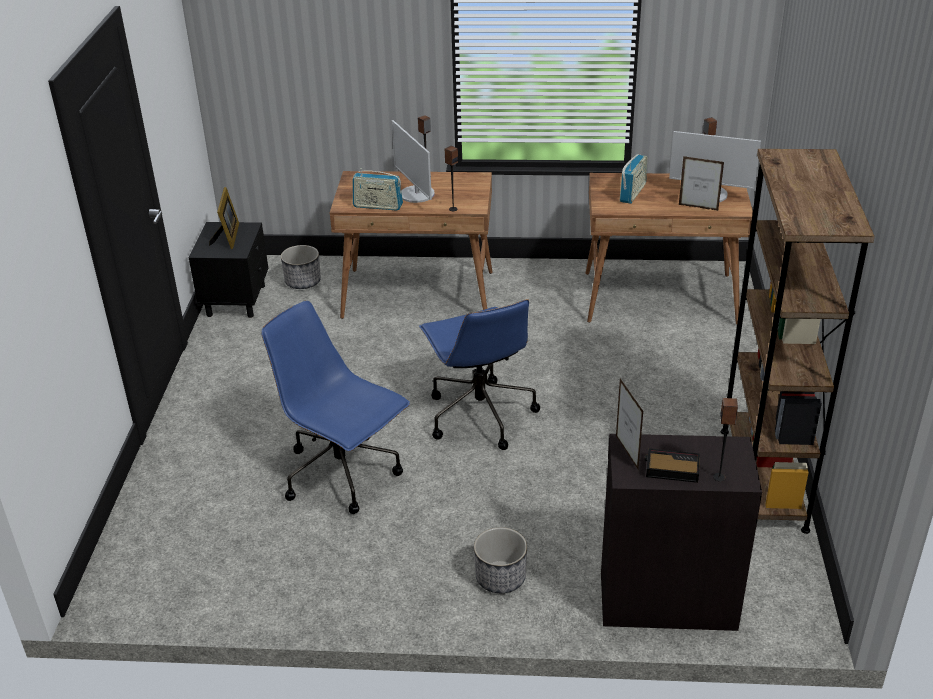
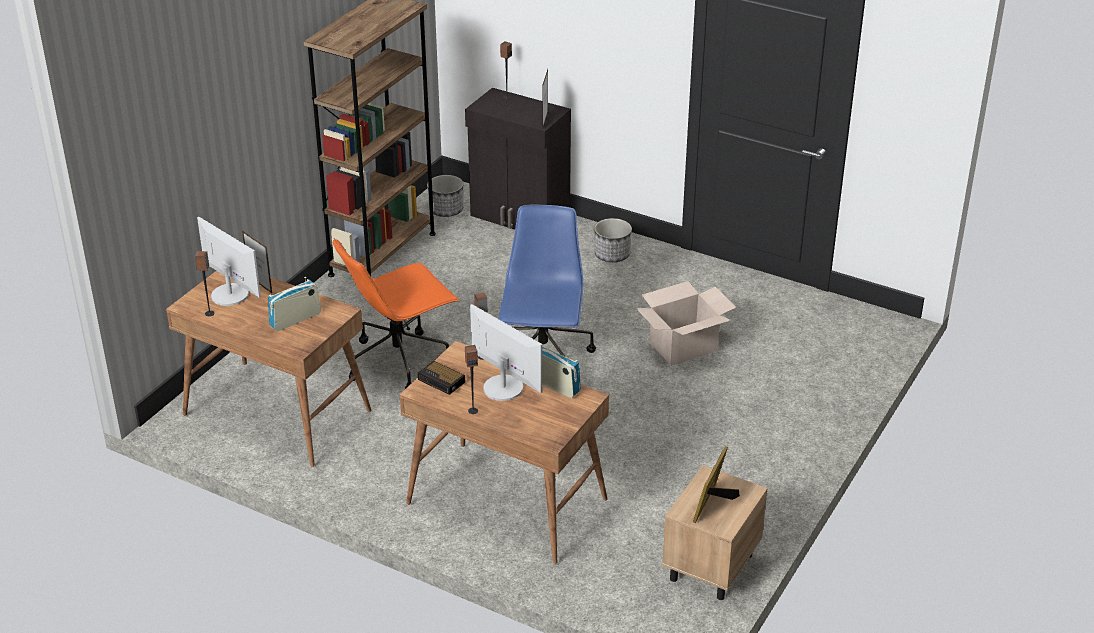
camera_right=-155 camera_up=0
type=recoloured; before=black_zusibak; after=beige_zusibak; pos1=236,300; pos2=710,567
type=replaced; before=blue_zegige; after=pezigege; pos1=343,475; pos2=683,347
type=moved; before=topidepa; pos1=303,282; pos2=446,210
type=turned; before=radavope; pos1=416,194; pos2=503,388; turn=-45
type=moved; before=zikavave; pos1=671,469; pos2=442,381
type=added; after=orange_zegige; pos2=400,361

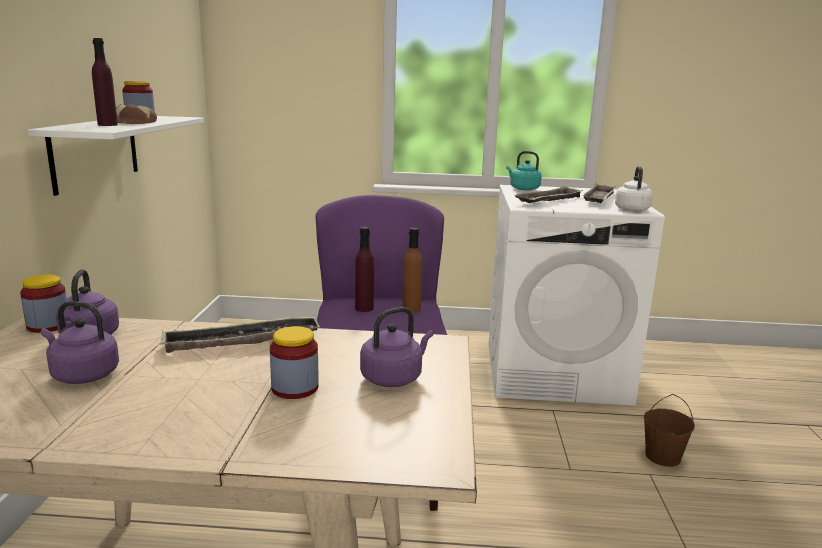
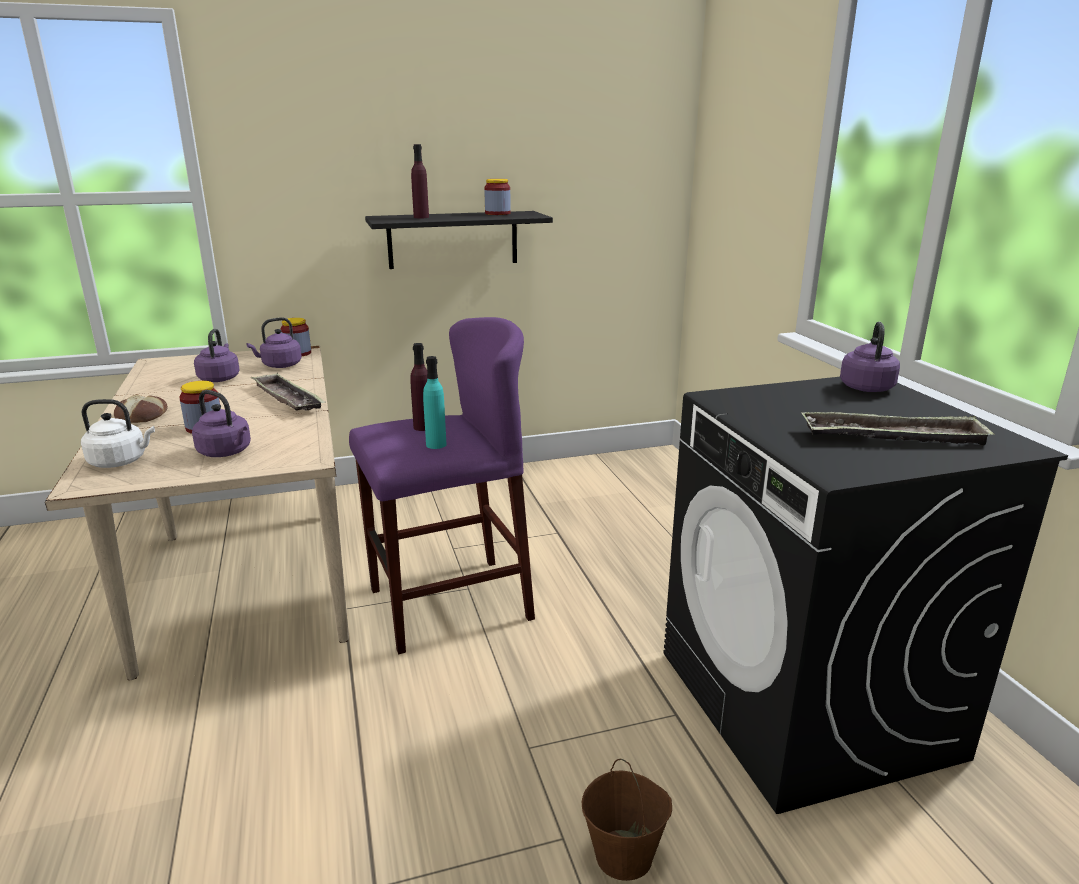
camera_right=70 camera_up=5
type=recoloured; before=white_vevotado; after=black_vevotado; pos1=95,152; pos2=453,239
type=moved; before=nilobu; pos1=135,122; pos2=143,416
type=recoloured; before=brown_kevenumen; after=turquoise_kevenumen; pos1=411,309; pos2=436,445
type=recoloured; before=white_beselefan; after=black_beselefan; pos1=555,372; pos2=806,704
type=recoloured; before=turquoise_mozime; after=purple_mozime; pos1=523,189; pos2=866,387
type=removed; before=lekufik; pos1=549,200
type=moved; before=white_mozime; pos1=631,209; pos2=121,461

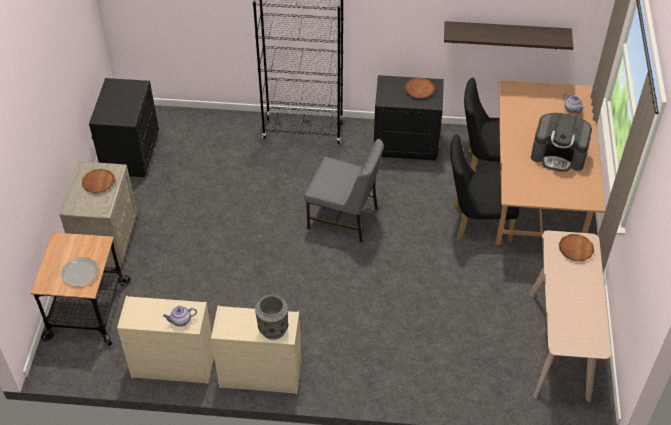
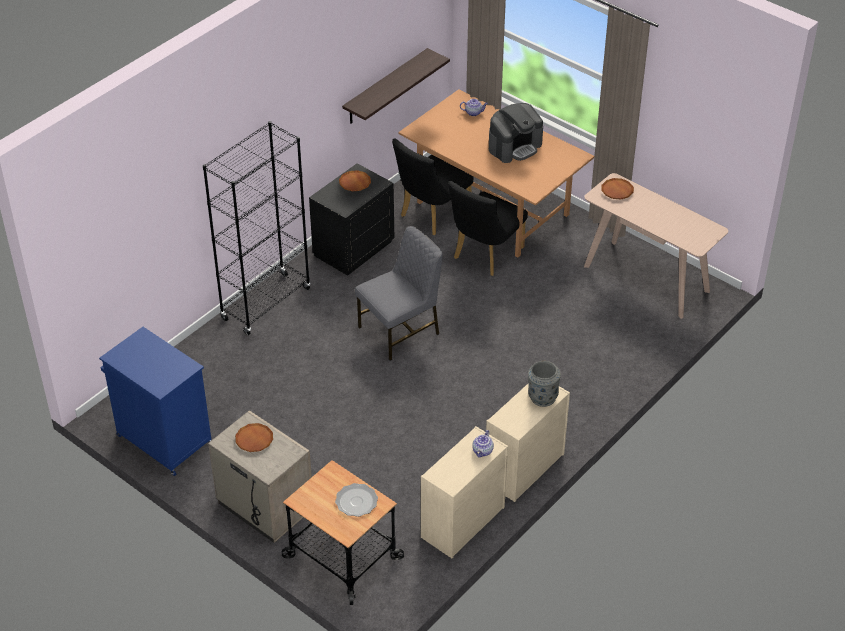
camera_right=-55 camera_up=-5
type=replaced; before=black_zusibak; after=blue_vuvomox; pos1=130,153; pos2=163,439

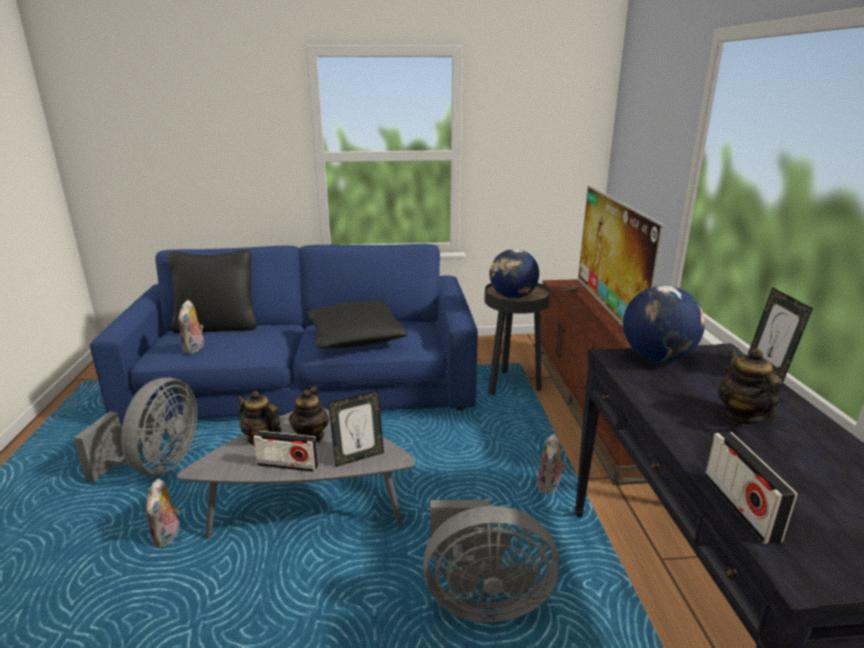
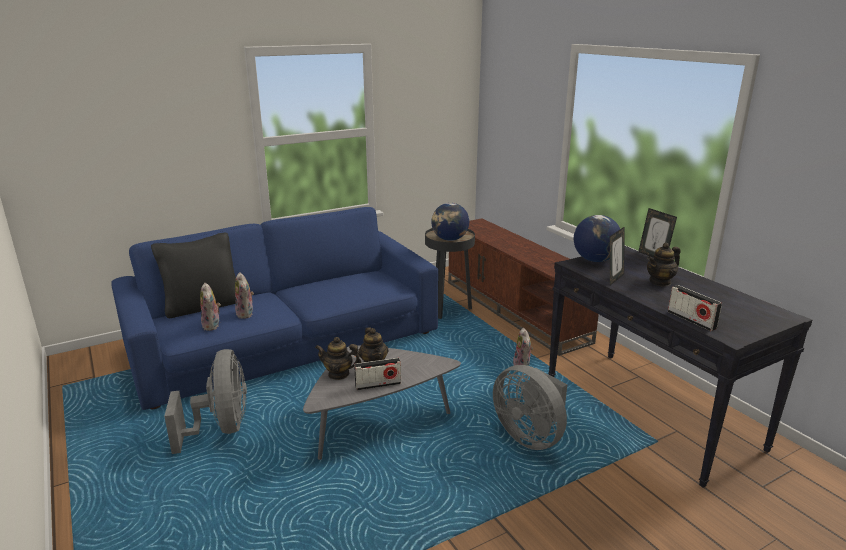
camera_right=-25 camera_up=0
type=moved; before=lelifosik; pos1=168,537; pos2=246,314
type=removed; before=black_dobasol; pos1=355,338
type=moved; before=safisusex; pos1=358,457; pos2=614,279
type=turned; before=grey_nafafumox; pos1=481,600; pos2=530,436; turn=75
type=removed; before=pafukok; pos1=607,319
type=turned; before=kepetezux; pos1=741,416; pos2=660,282; turn=-90

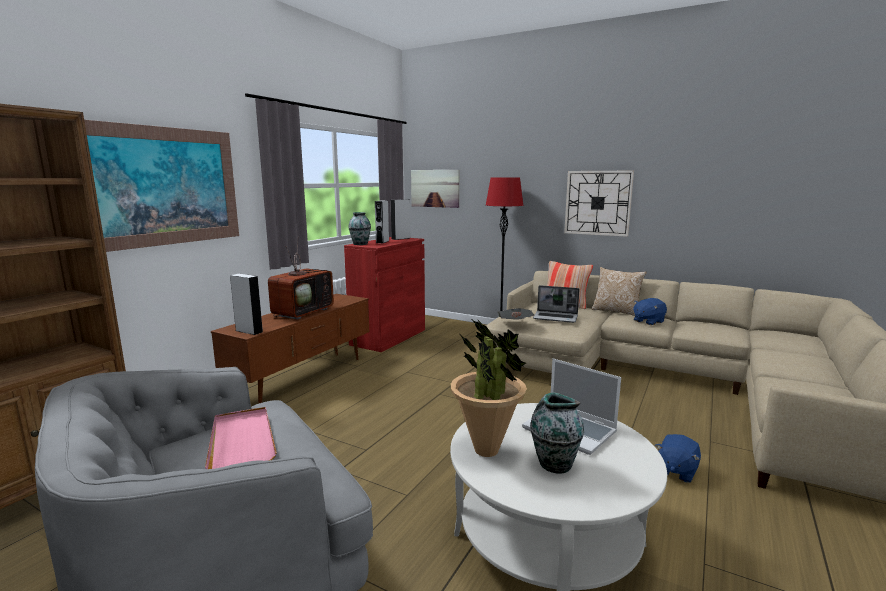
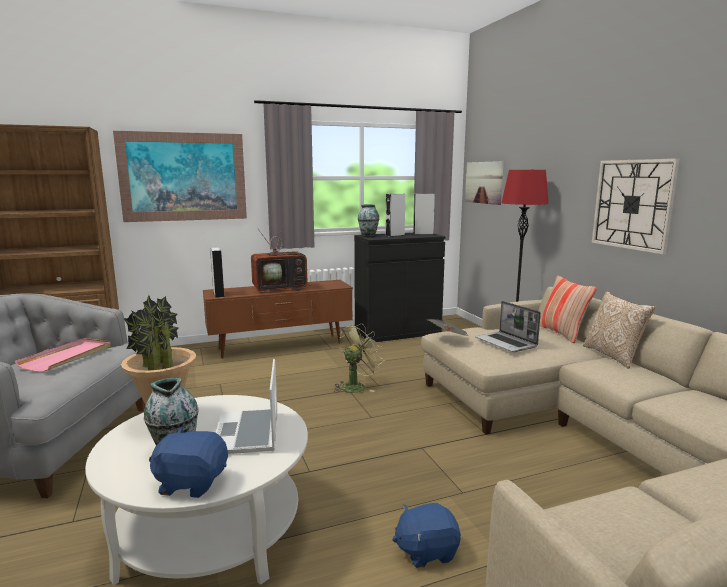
camera_right=40 camera_up=0
type=recoloured; before=red_vuvomox; after=black_vuvomox; pos1=388,337; pos2=397,332
type=moved; before=blue_lelifosik; pos1=648,321; pos2=191,482
type=added; after=green_nafafumox; pos2=356,386

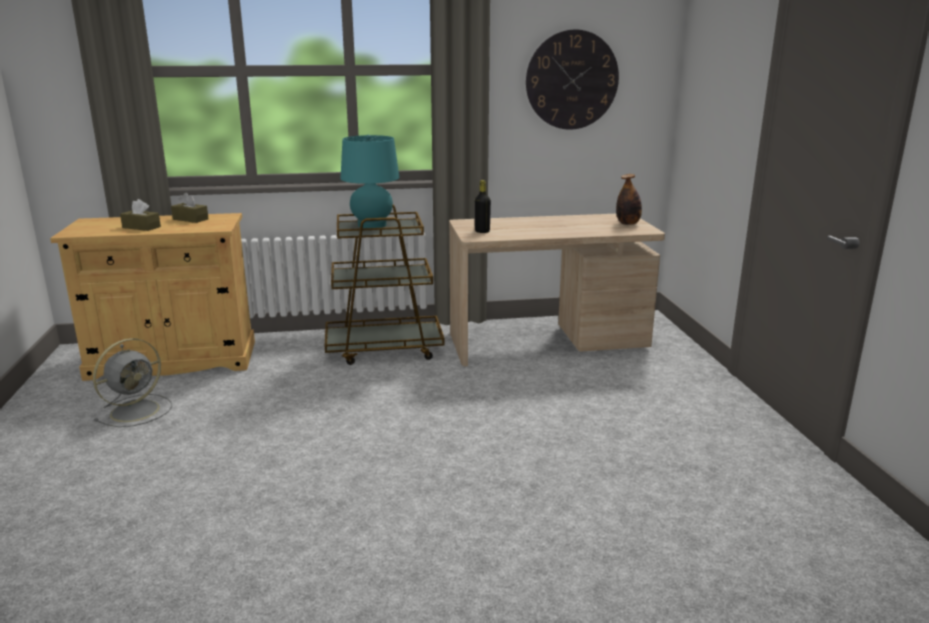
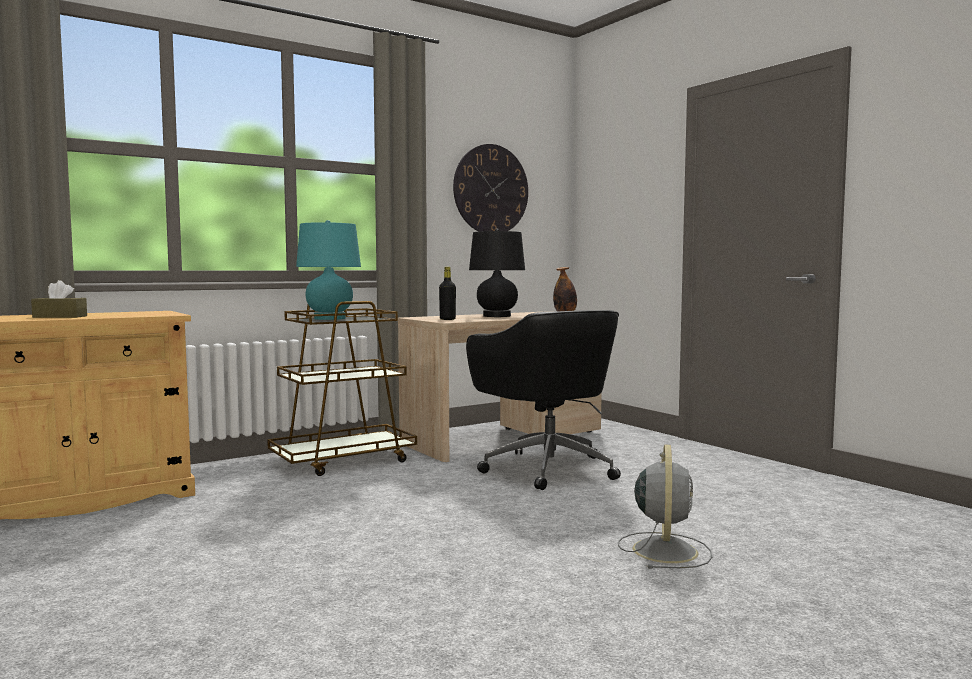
camera_right=-25 camera_up=-15
type=moved; before=grey_nafafumox; pos1=137,410; pos2=664,550
type=removed; before=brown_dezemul; pos1=190,219
type=added; after=black_zegige; pos2=547,468
type=added; after=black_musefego; pos2=497,316

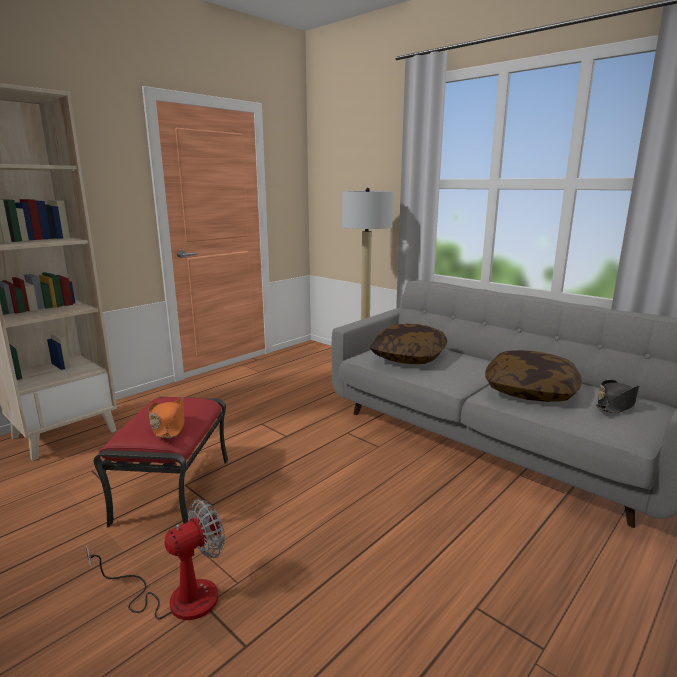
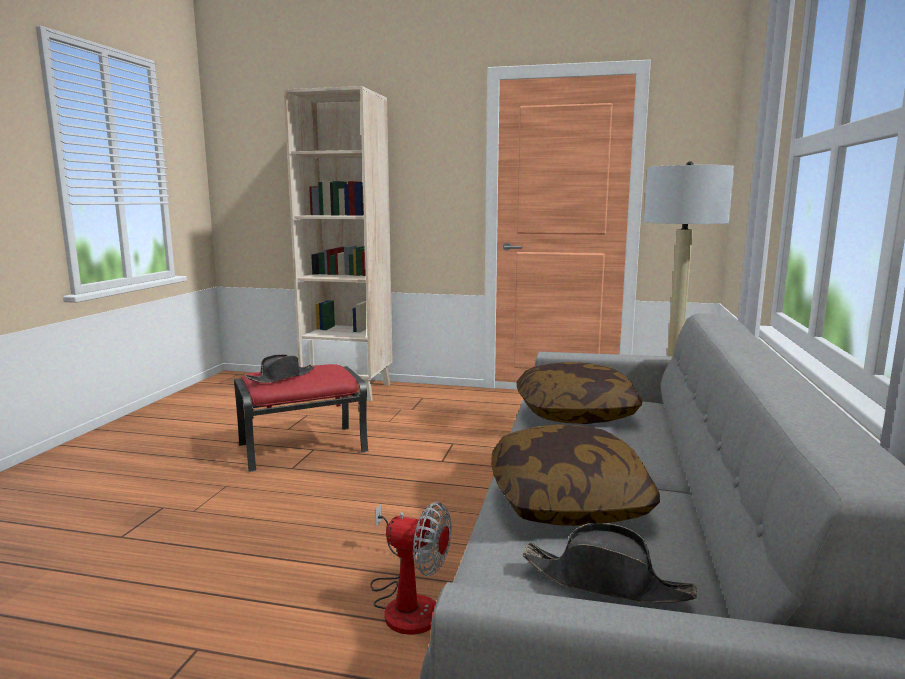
camera_right=60 camera_up=-5
type=moved; before=nafafumox; pos1=177,597; pos2=406,602
type=recoloured; before=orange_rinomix; after=black_rinomix; pos1=168,425; pos2=281,377

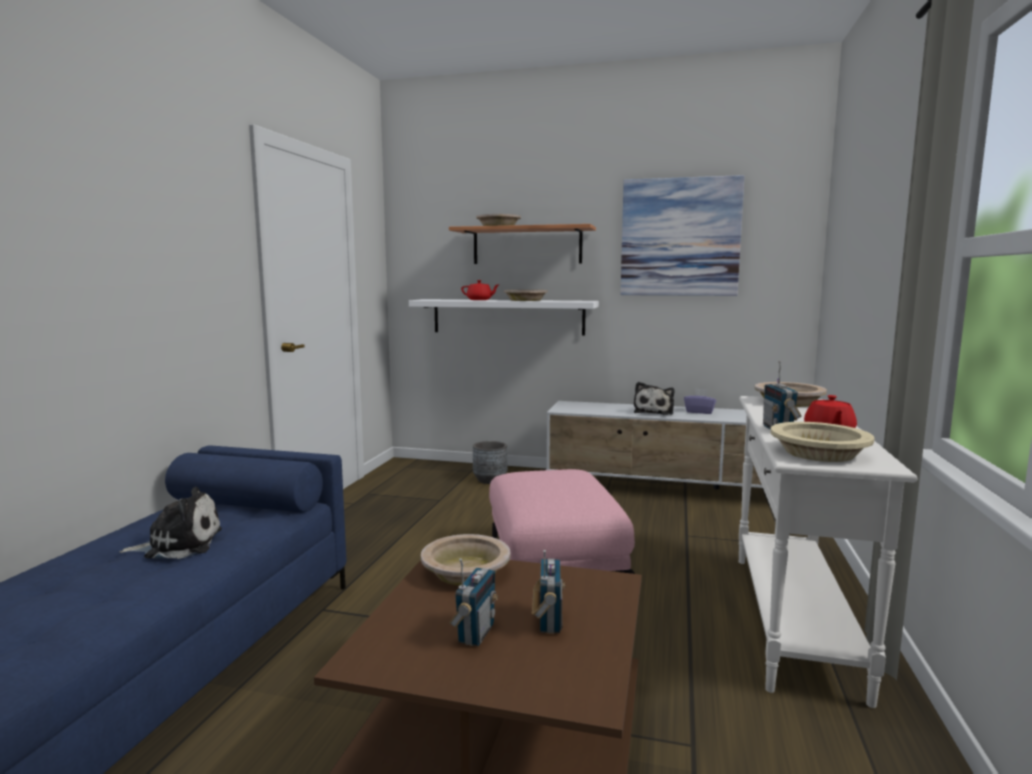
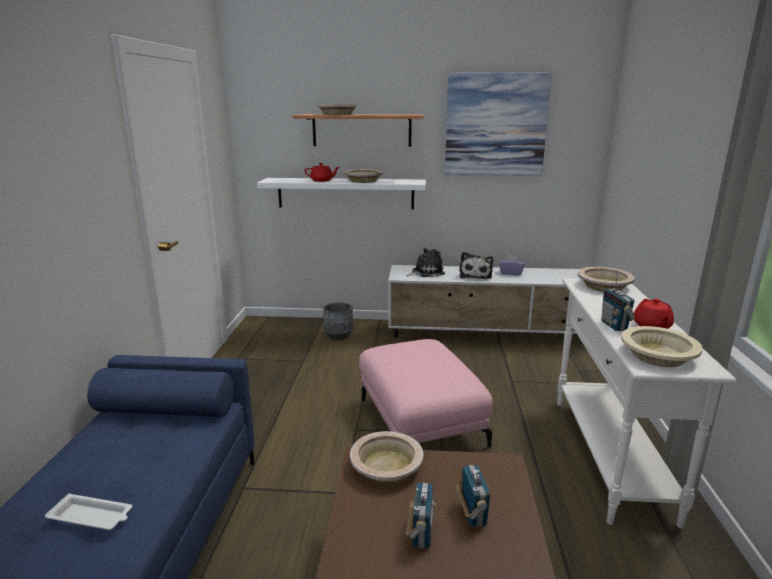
camera_right=-10 camera_up=10
type=moved; before=lelifosik; pos1=179,544; pos2=426,272
type=added; after=white_lekufik; pos2=92,517

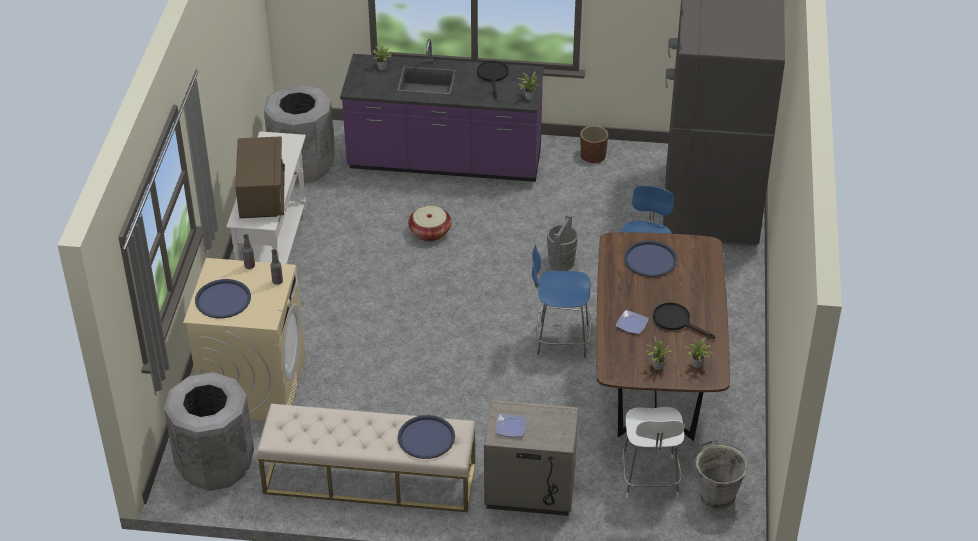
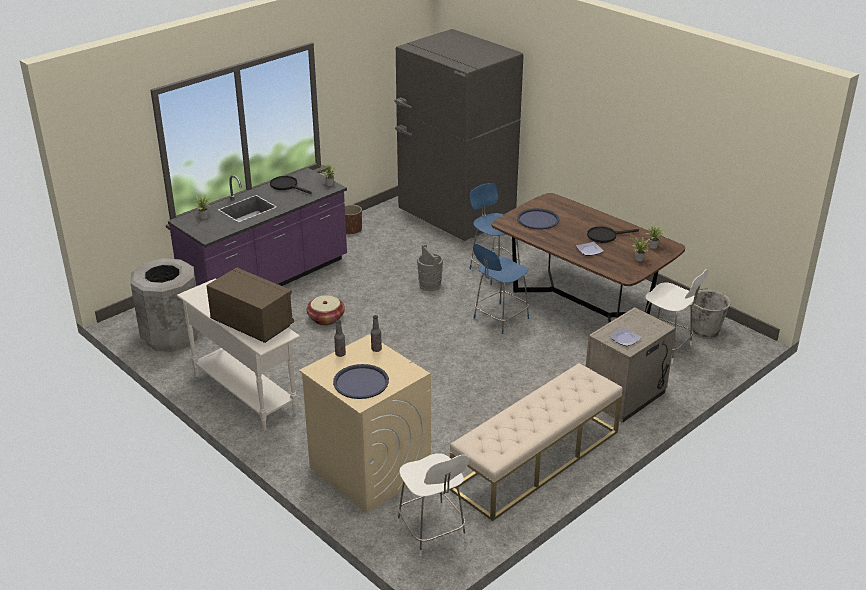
camera_right=-50 camera_up=-10
type=replaced; before=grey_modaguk; after=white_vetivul; pos1=215,465; pos2=432,532
type=removed; before=blue_lekufik; pos1=426,438

